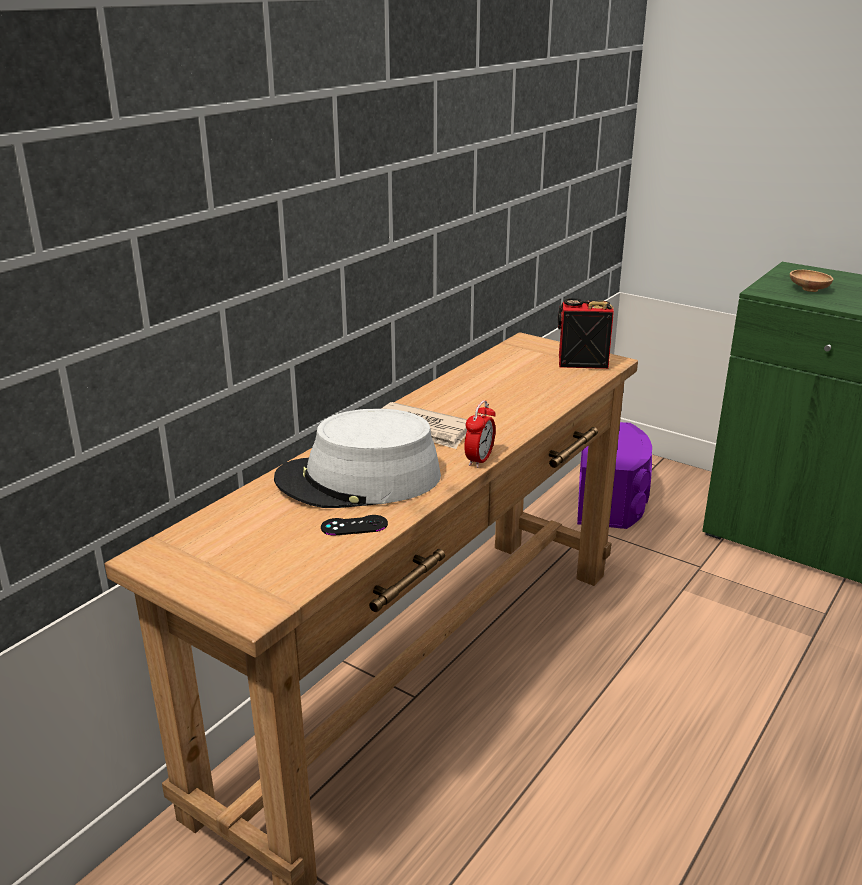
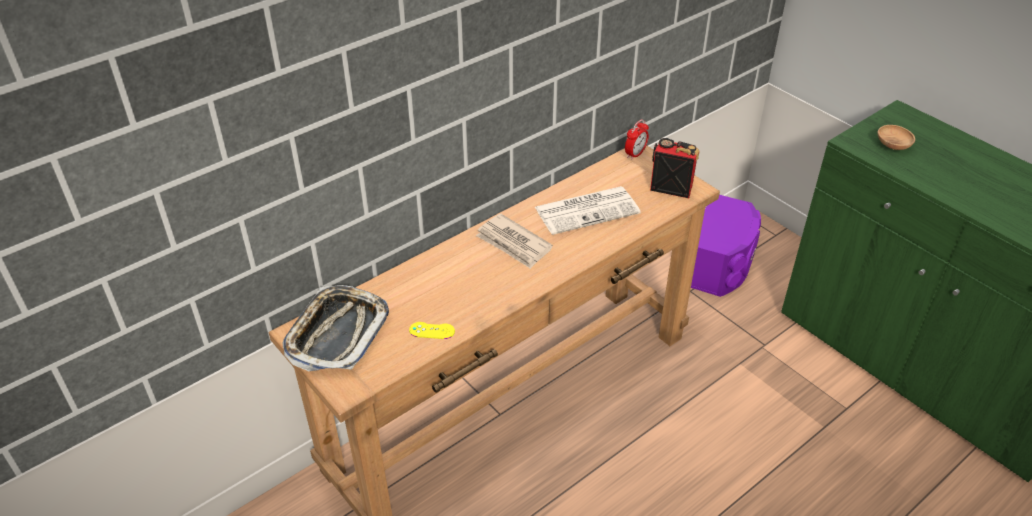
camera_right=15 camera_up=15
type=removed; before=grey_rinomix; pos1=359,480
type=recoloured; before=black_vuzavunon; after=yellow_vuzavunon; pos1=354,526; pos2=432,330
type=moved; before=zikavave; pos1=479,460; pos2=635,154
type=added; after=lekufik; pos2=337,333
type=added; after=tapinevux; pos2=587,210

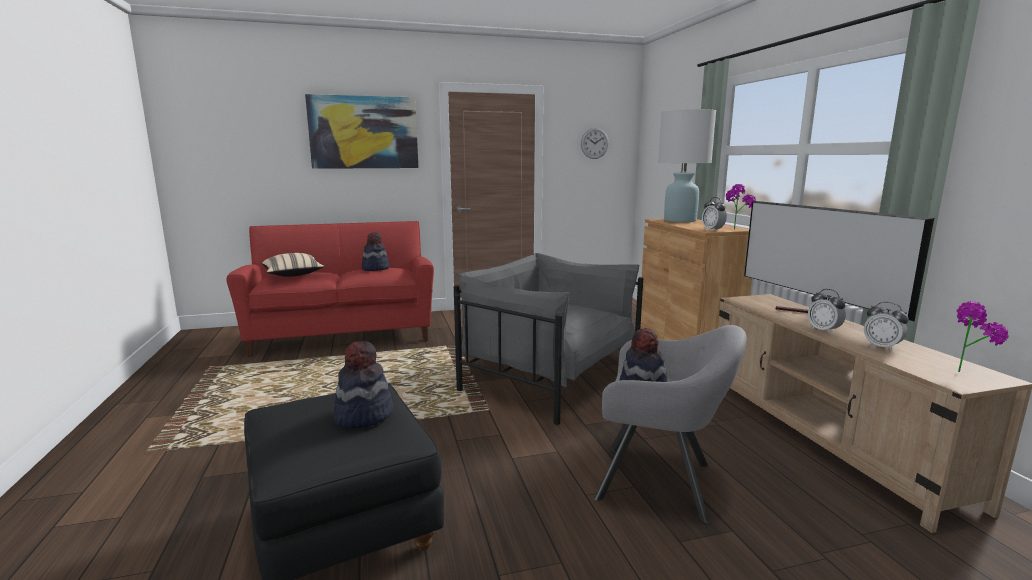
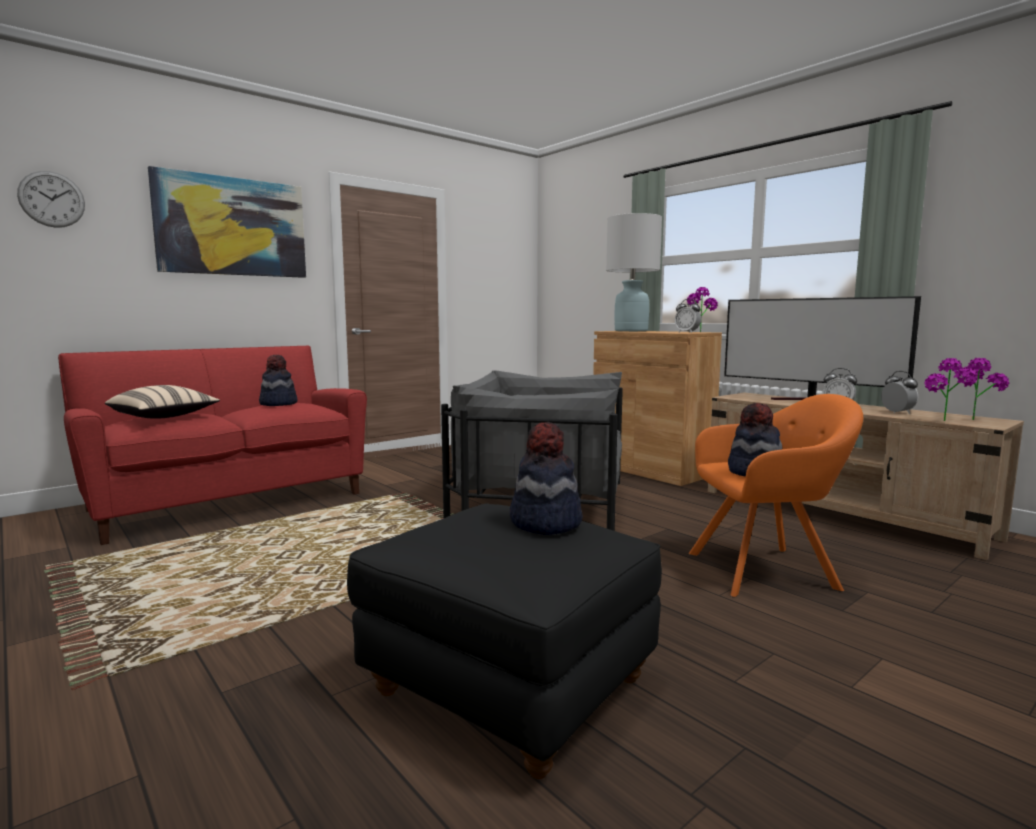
camera_right=-25 camera_up=-5
type=moved; before=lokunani; pos1=594,143; pos2=52,199
type=recoloured; before=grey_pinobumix; after=orange_pinobumix; pos1=661,482; pos2=767,570
type=turned; before=zikavave; pos1=882,347; pos2=897,413; turn=-135
type=added; after=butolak; pos2=946,422

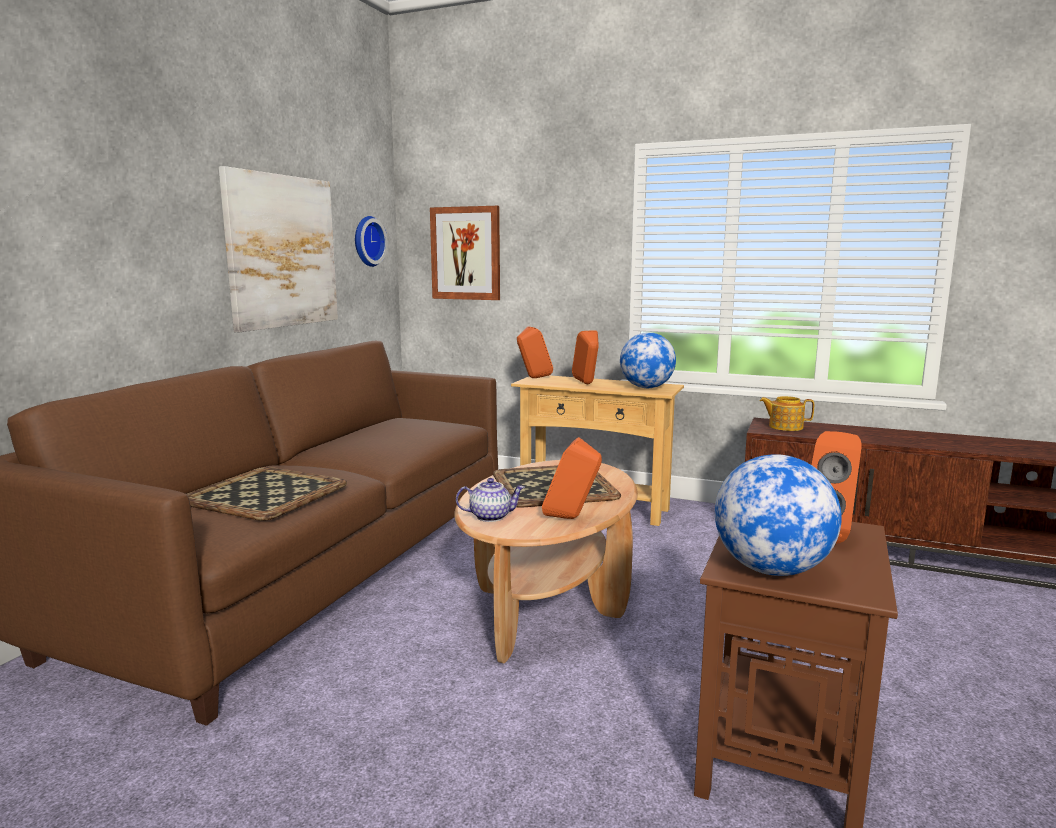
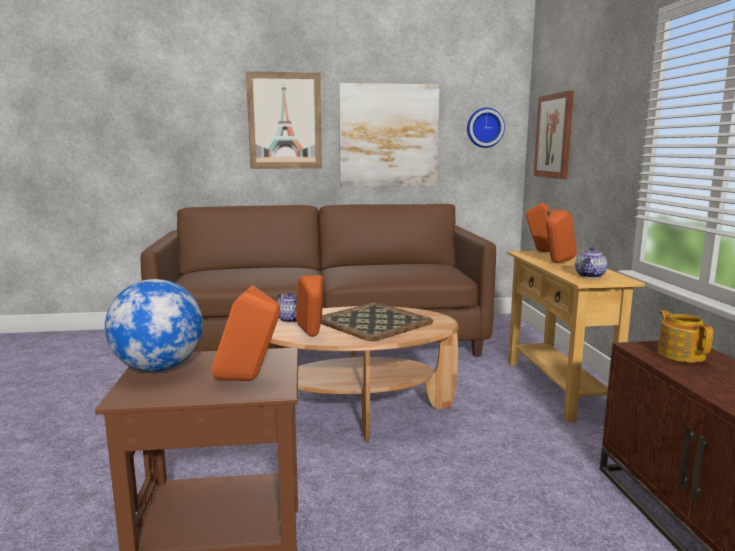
camera_right=60 camera_up=0
type=removed; before=lekufik; pos1=265,493
type=replaced; before=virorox; after=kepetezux; pos1=646,388; pos2=590,276
type=added; after=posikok; pos2=284,121

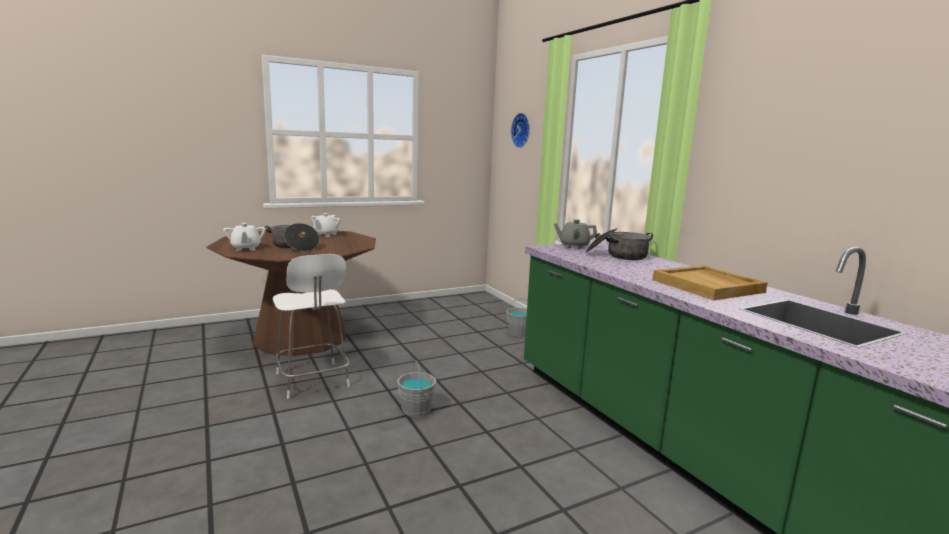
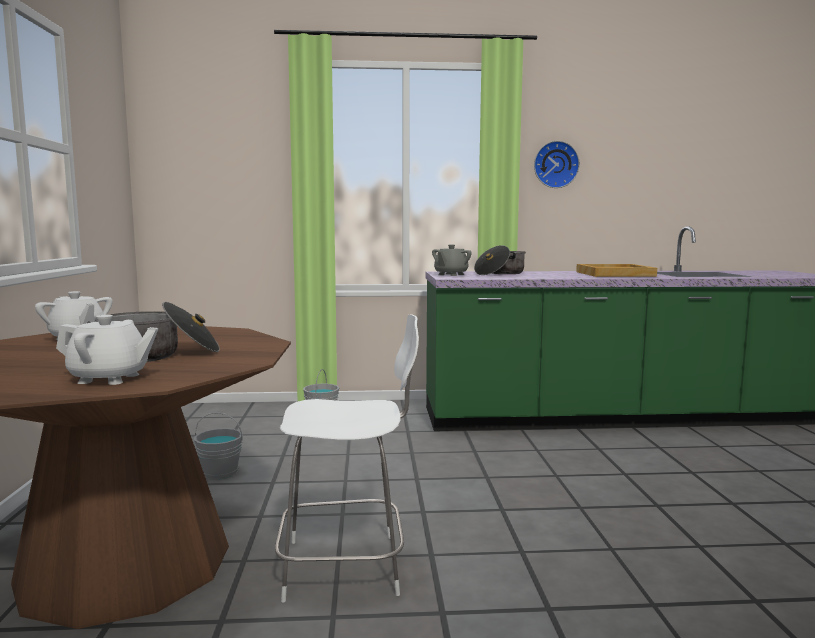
camera_right=-65 camera_up=-5
type=moved; before=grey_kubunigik; pos1=416,410; pos2=220,472
type=moved; before=lokunani; pos1=522,130; pos2=555,165

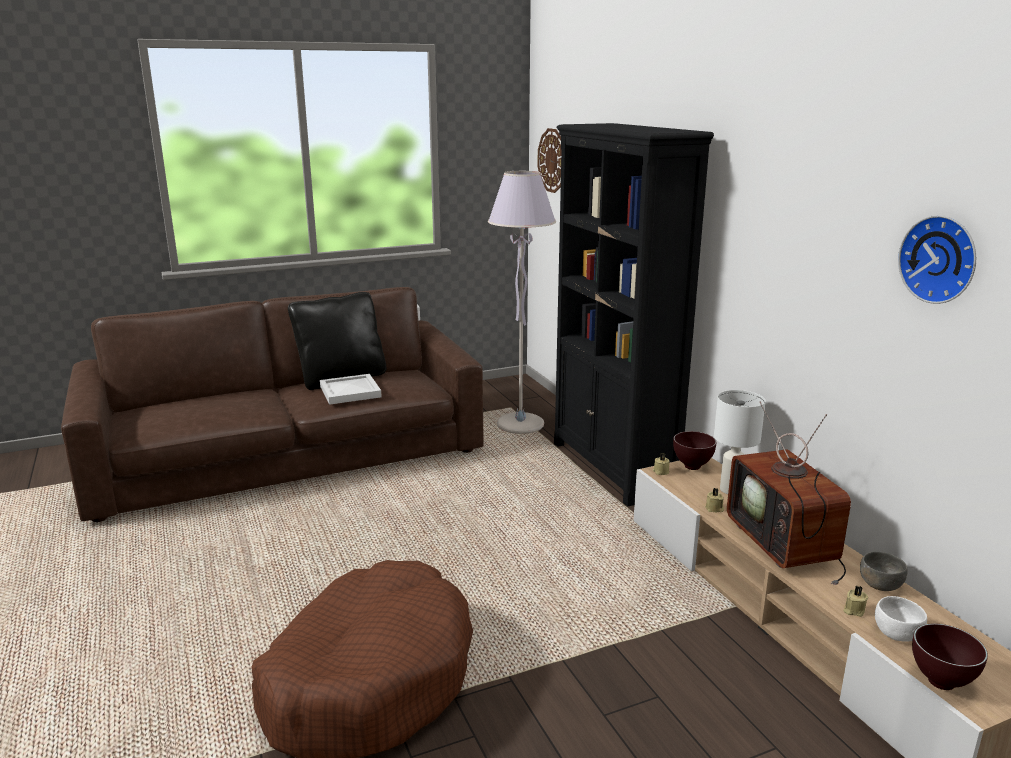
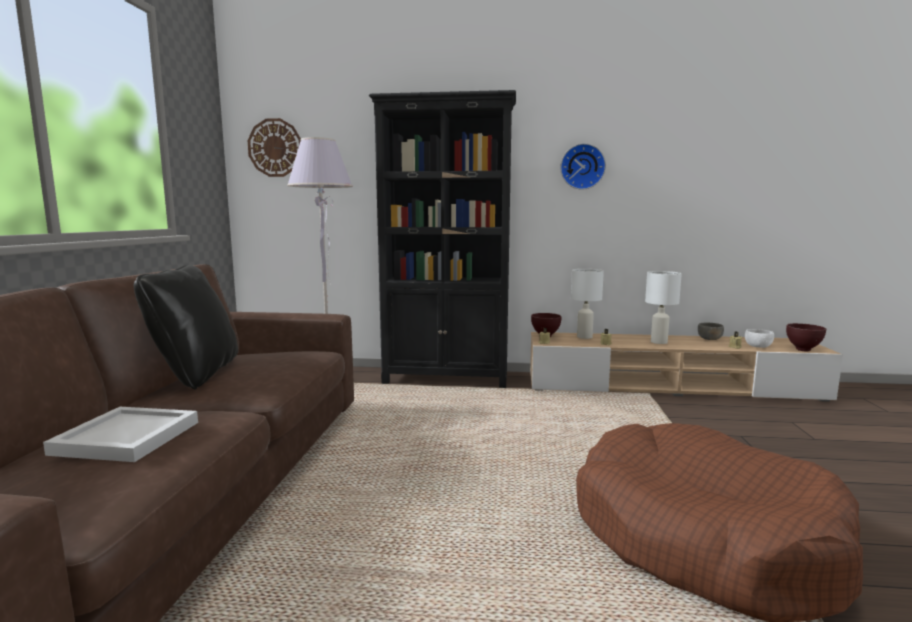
camera_right=-60 camera_up=-10
type=moved; before=white_lekufik; pos1=351,391; pos2=127,437
type=replaced; before=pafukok; after=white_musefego; pos1=786,544; pos2=659,342
type=moved; before=lokunani; pos1=940,259; pos2=582,167

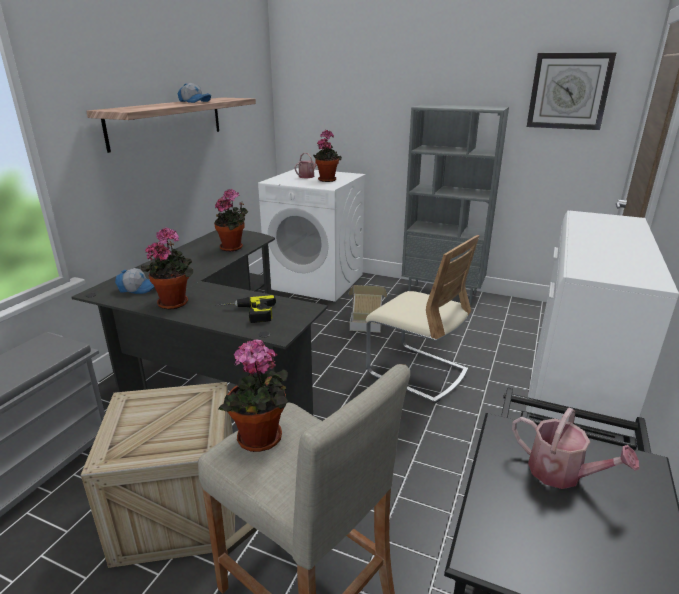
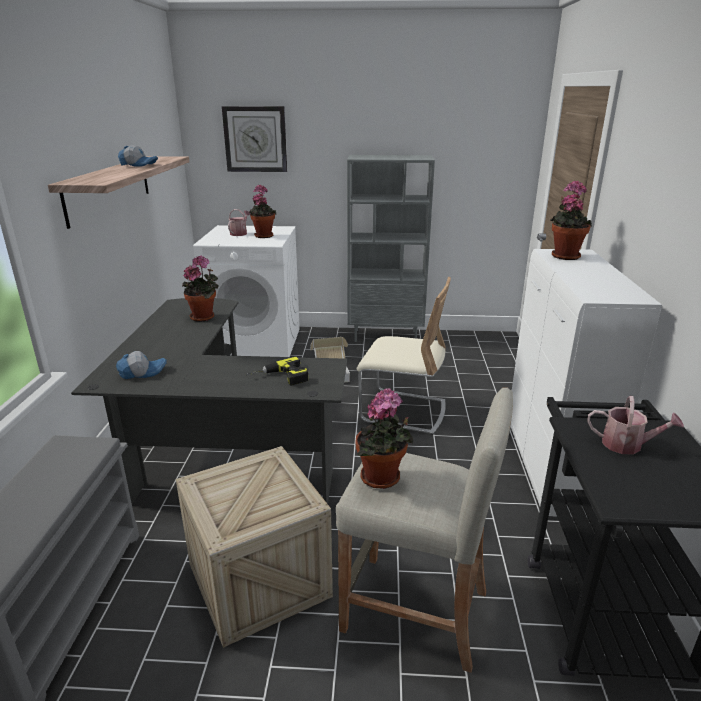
camera_right=-20 camera_up=0
type=moved; before=butolak; pos1=175,302; pos2=564,256
type=moved; before=lokunani; pos1=569,91; pos2=255,139

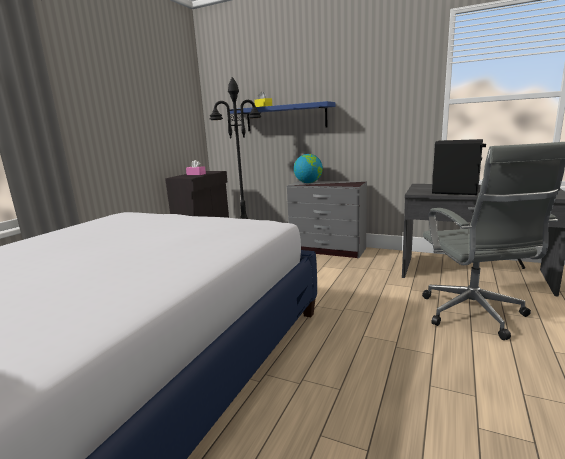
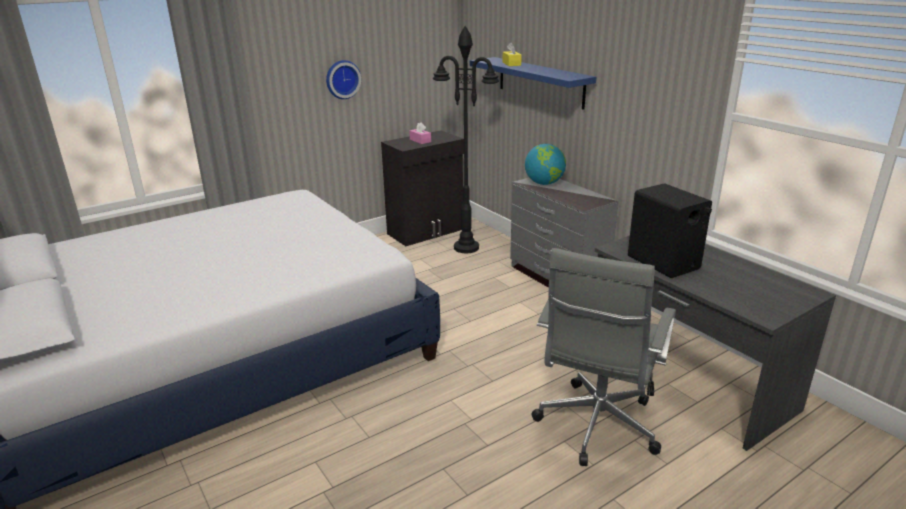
camera_right=30 camera_up=10
type=added; after=lokunani; pos2=342,79

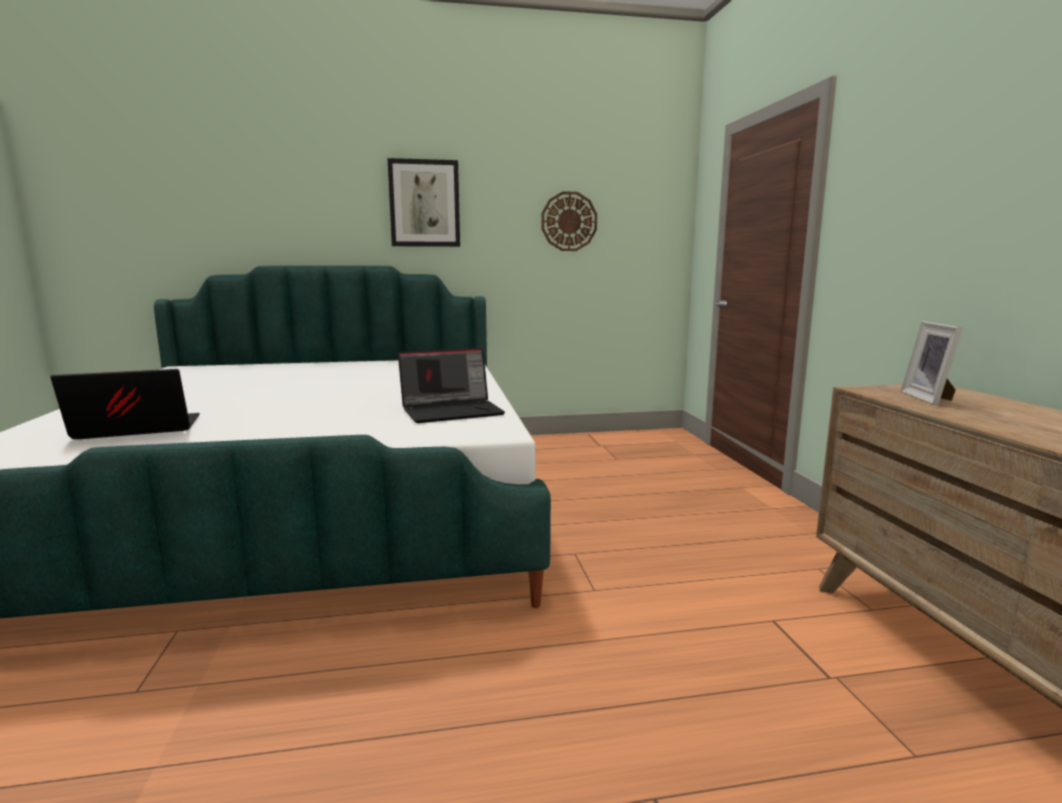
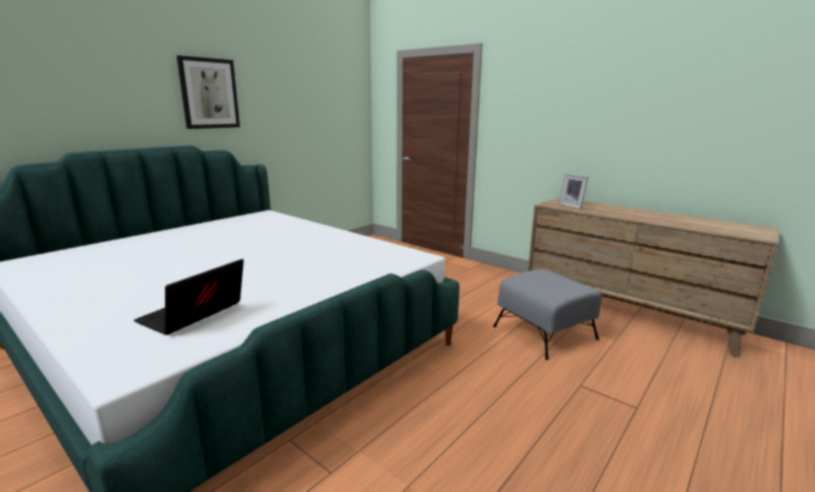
camera_right=-40 camera_up=5
type=removed; before=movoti; pos1=453,411
type=removed; before=lokunani; pos1=569,221
type=added; after=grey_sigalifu; pos2=544,333

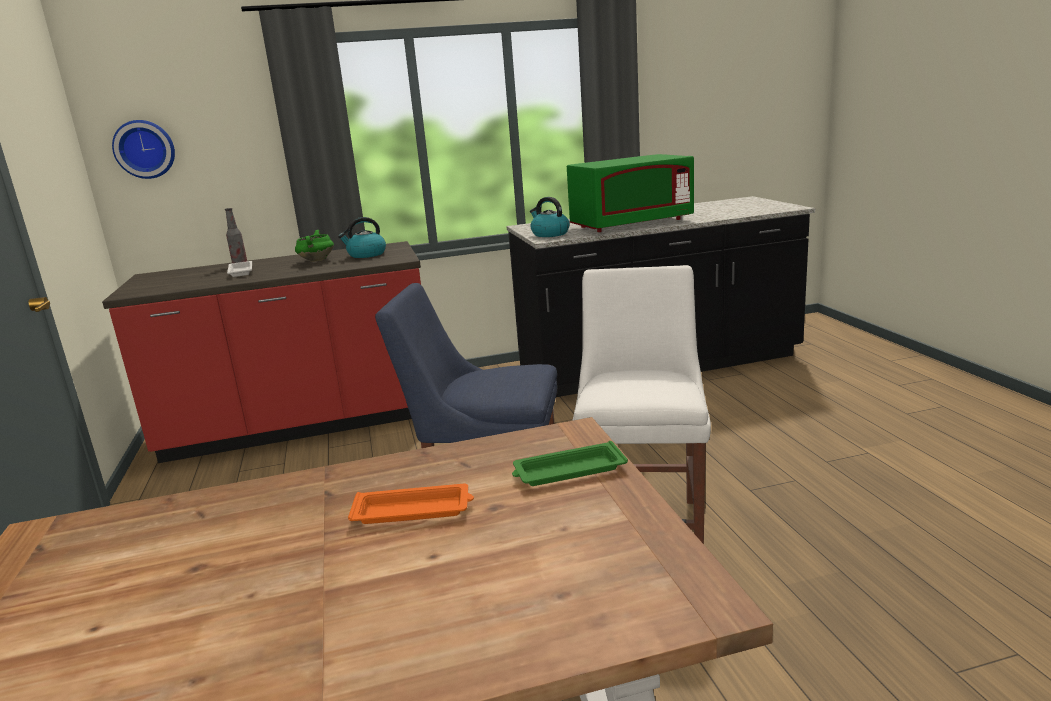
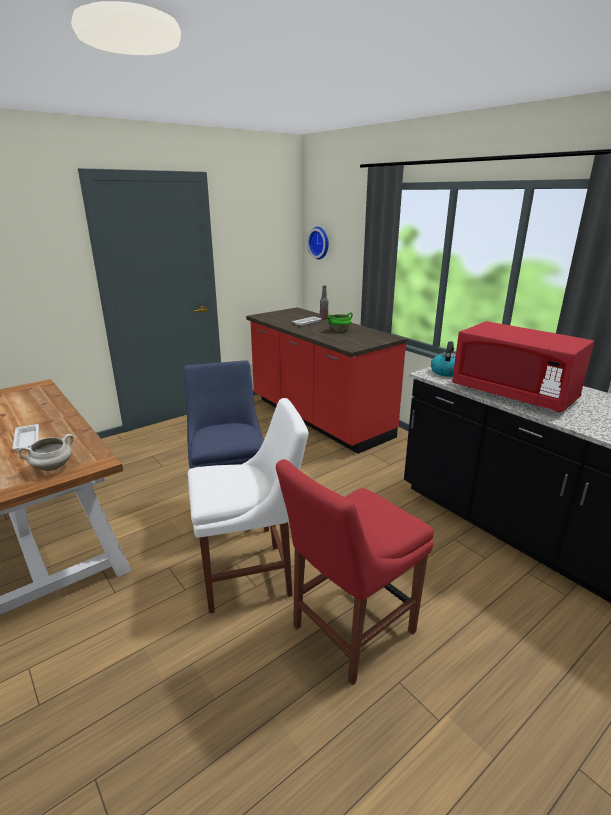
camera_right=65 camera_up=5
type=removed; before=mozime; pos1=366,255
type=recoloured; before=orange_lekufik; after=white_lekufik; pos1=414,510; pos2=27,441
type=replaced; before=green_lekufik; after=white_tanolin; pos1=567,471; pos2=52,468
type=recoloured; before=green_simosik; after=red_simosik; pos1=631,224; pos2=513,394
type=added; after=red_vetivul; pos2=348,631

